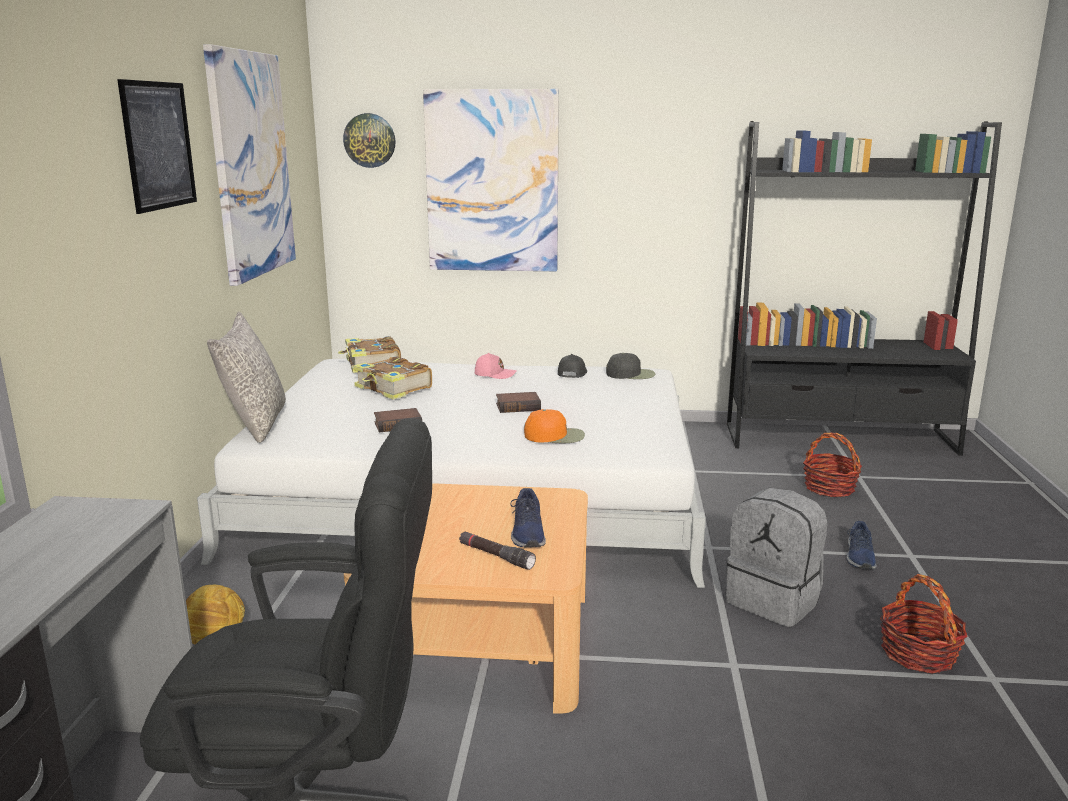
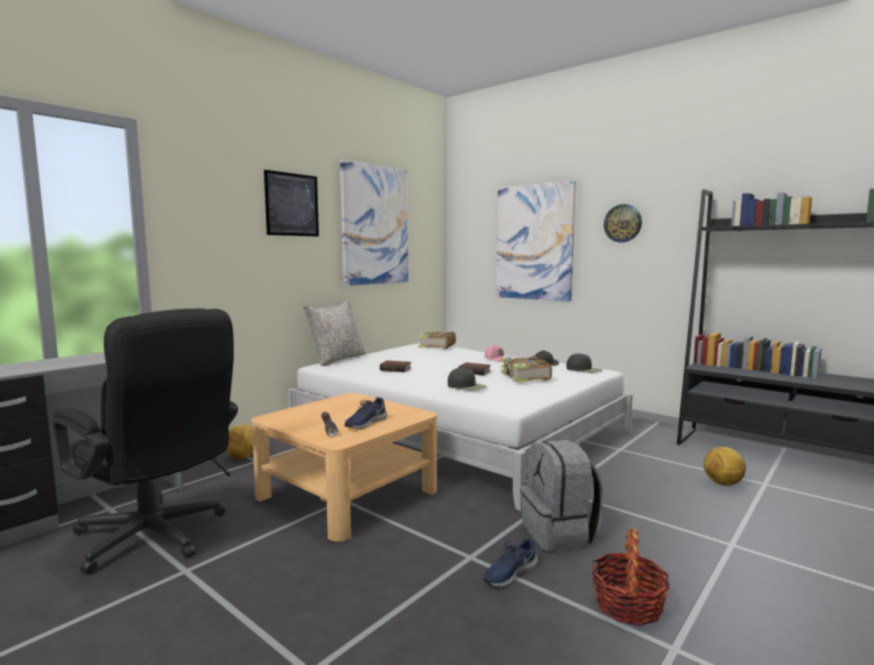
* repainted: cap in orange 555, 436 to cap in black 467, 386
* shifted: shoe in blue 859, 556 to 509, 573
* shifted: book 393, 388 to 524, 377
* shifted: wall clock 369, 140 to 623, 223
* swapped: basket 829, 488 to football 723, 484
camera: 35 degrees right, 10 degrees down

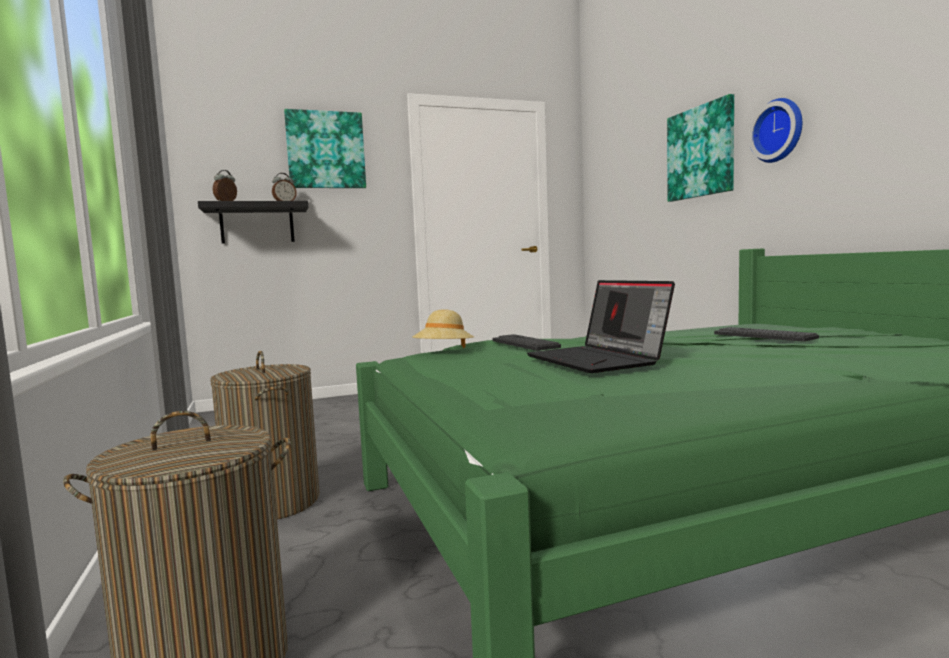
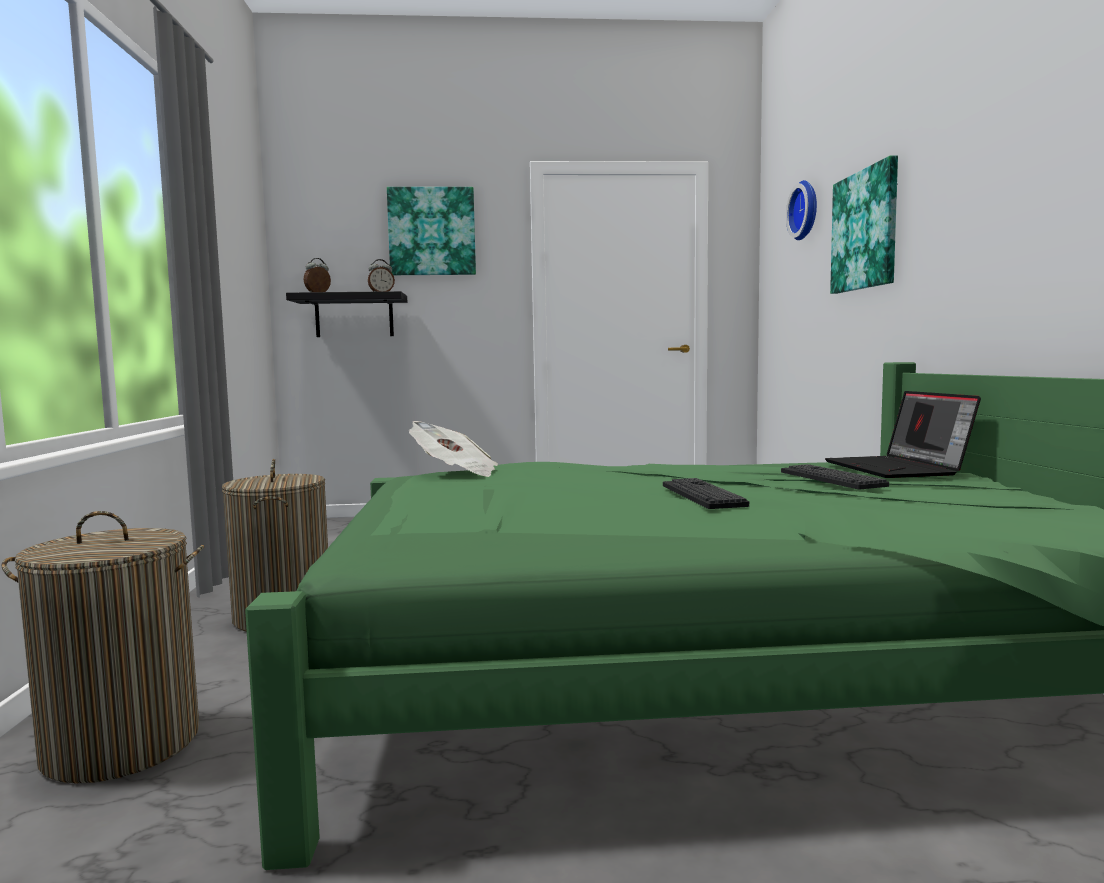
* swapped: hat in beige 444, 352 to newspaper 455, 473
* shifted: keyboard 524, 344 to 702, 495
* shifted: wall clock 779, 131 to 806, 210
* shifted: laptop 598, 360 to 898, 469
camera: 15 degrees right, 0 degrees up

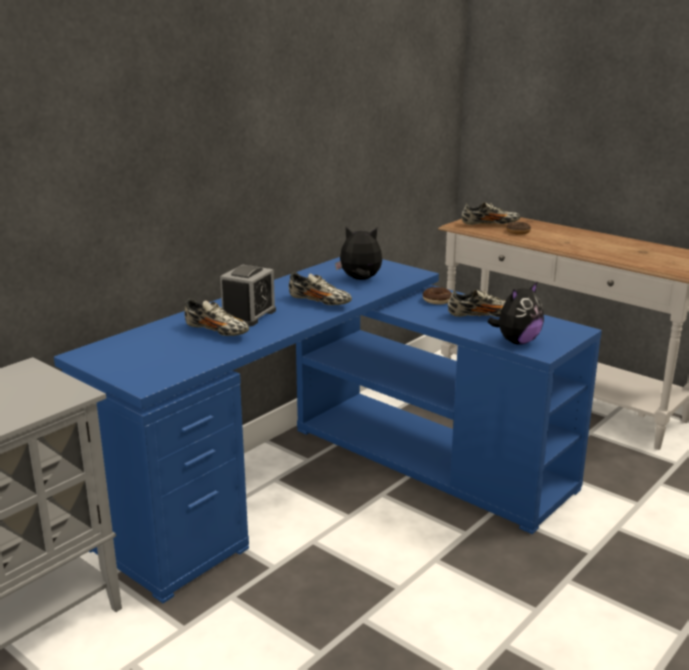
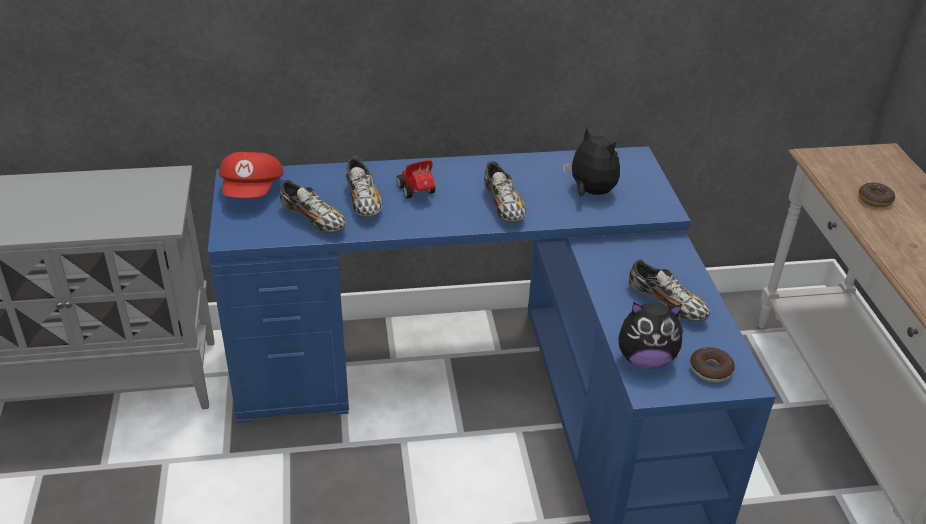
* new: cap in red 253, 191
* shifted: shoe 490, 224 to 314, 220
* swapped: alarm clock 249, 315 to toy car 418, 193
* shifted: donut 437, 300 to 710, 370
camera: 40 degrees right, 15 degrees up

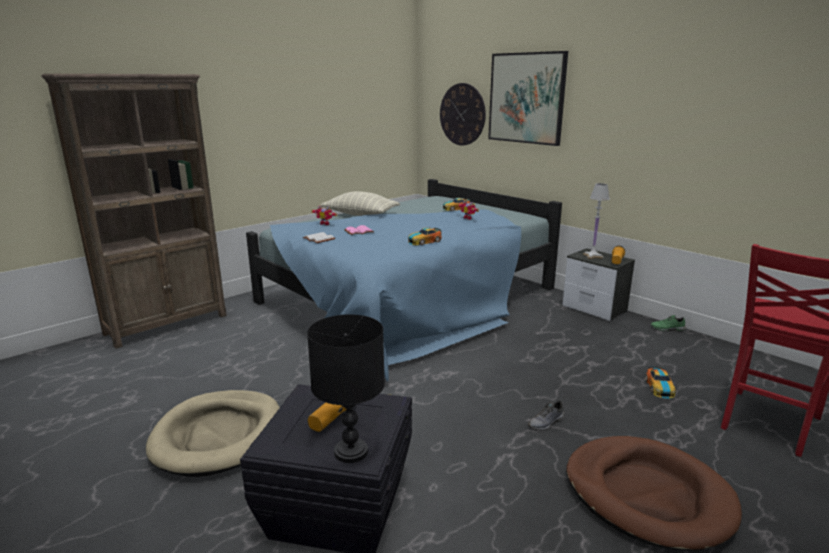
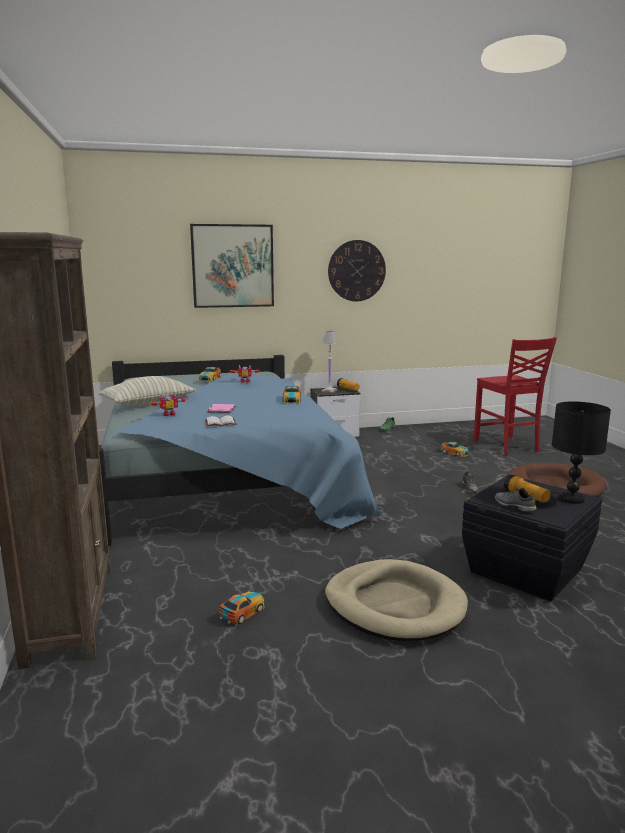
* new: toy car 242, 612
* shifted: wall clock 462, 114 to 356, 271
* new: shoe in grey 513, 506
camera: 60 degrees left, 5 degrees down

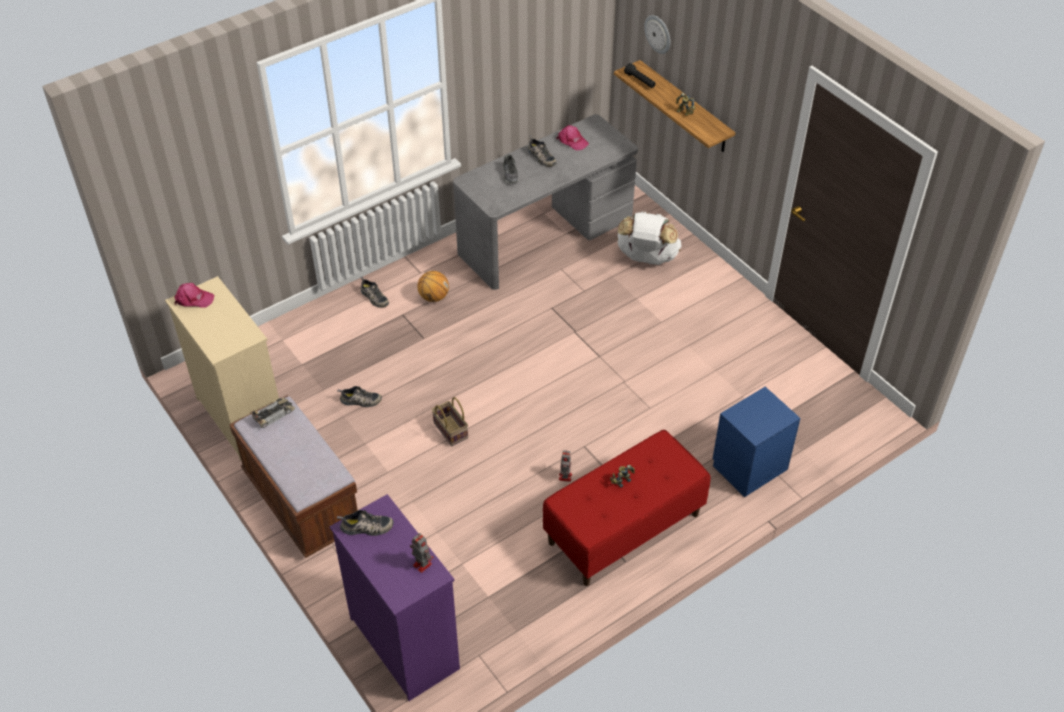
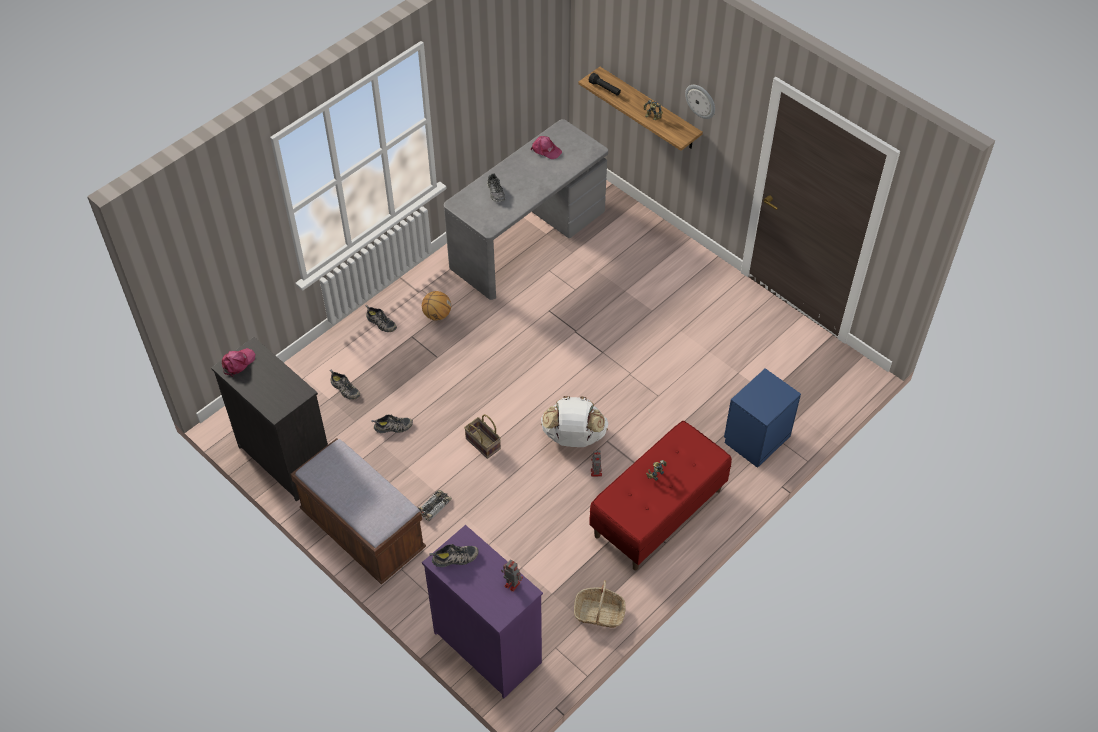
* repainted: dresser in beige 241, 416 to dresser in black 286, 458
* rotated: cap in pink 193, 299 = 238, 363 45 degrees counterclockwise
* shifted: shoe 540, 157 to 344, 389
* shifted: toy car 274, 414 to 434, 506
* shifted: backpack in white 647, 258 to 573, 437
* new: basket 599, 613
* shifted: wall clock 658, 34 to 701, 101
camera: 10 degrees left, 5 degrees up

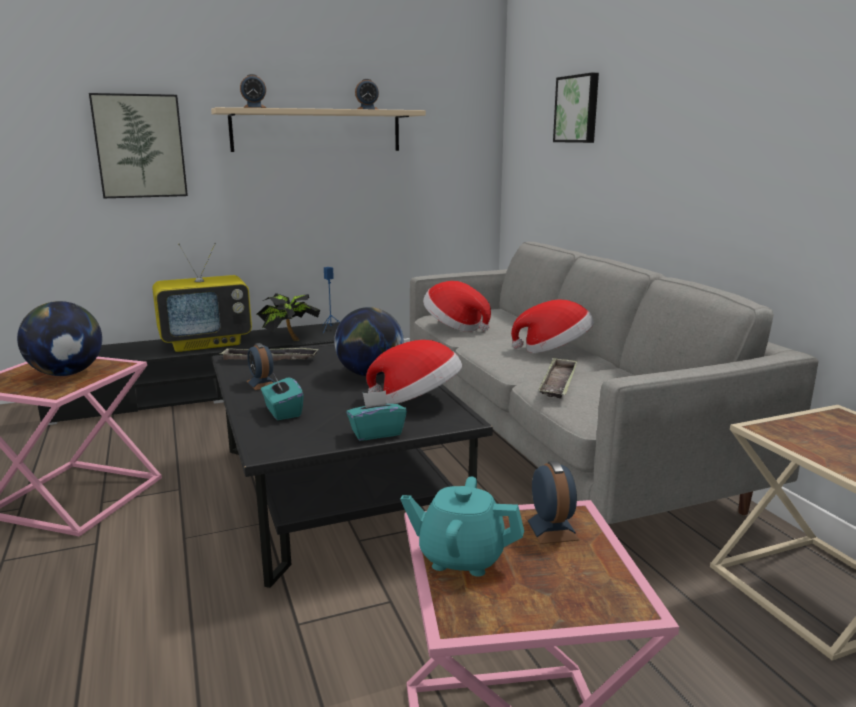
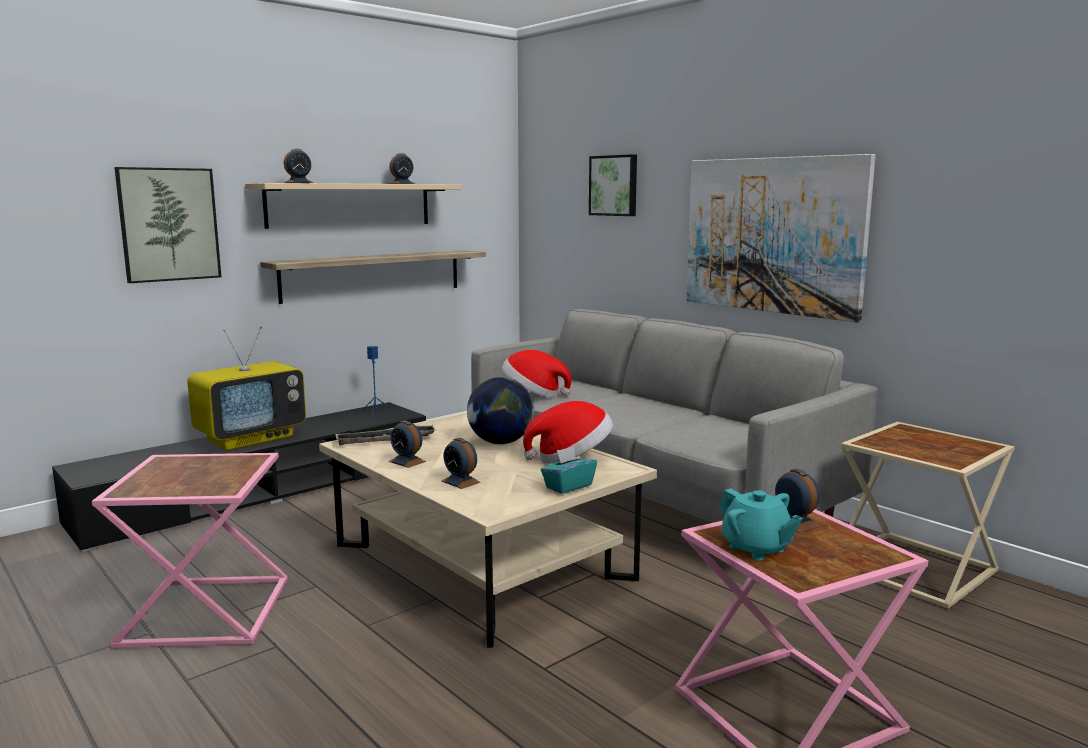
* new: shelf 373, 275
* repainted: coffee table in black 338, 490 to coffee table in beige 481, 562
* swapped: tissue box in turquoise 282, 412 to alarm clock 460, 481
* new: picture 772, 235
* rotated: teapot in turquoise 461, 557 = 756, 548 120 degrees counterclockwise
* gone: globe 67, 374
* gone: potted plant 288, 340
* gone: hat 554, 350
* gone: tray 558, 383
camera: 20 degrees left, 5 degrees down

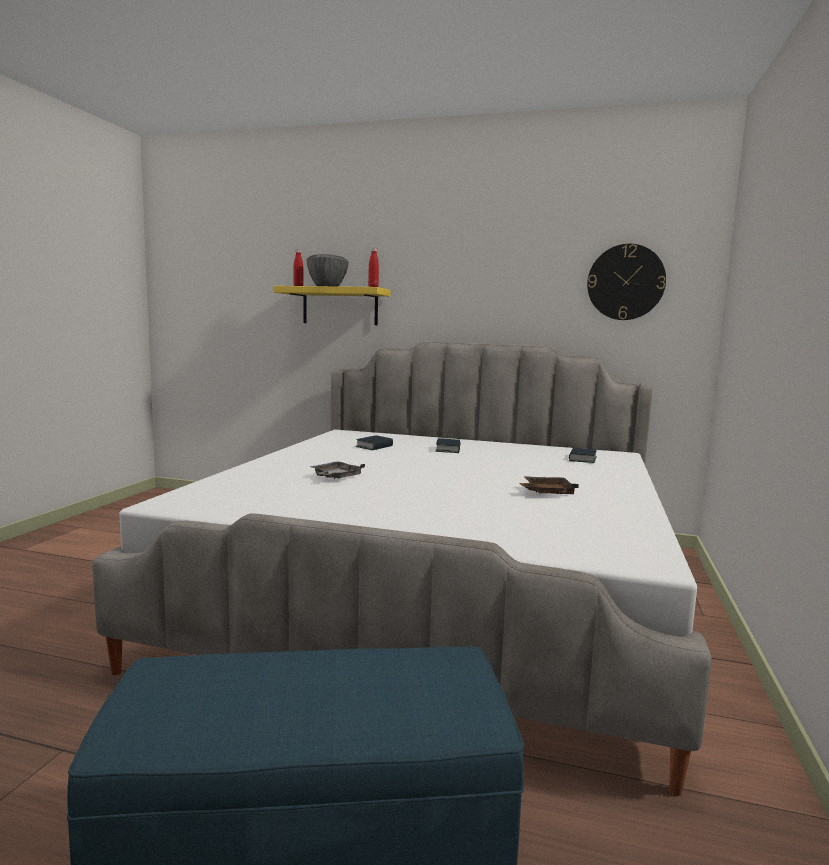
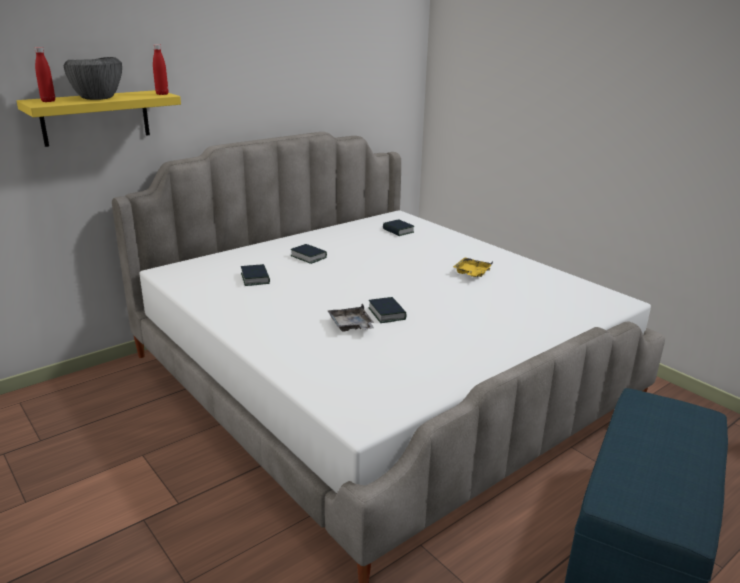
* new: book 387, 314
* repainted: tray in brown 547, 492 to tray in yellow 472, 273
* gone: wall clock 625, 282
camera: 55 degrees left, 15 degrees up

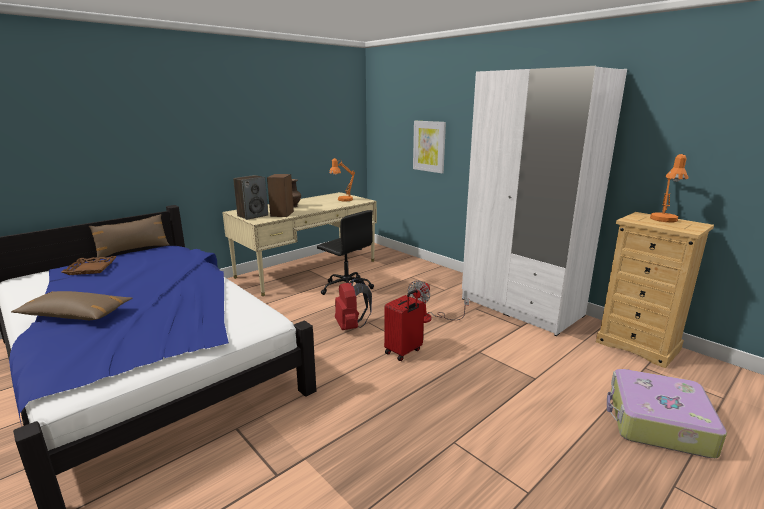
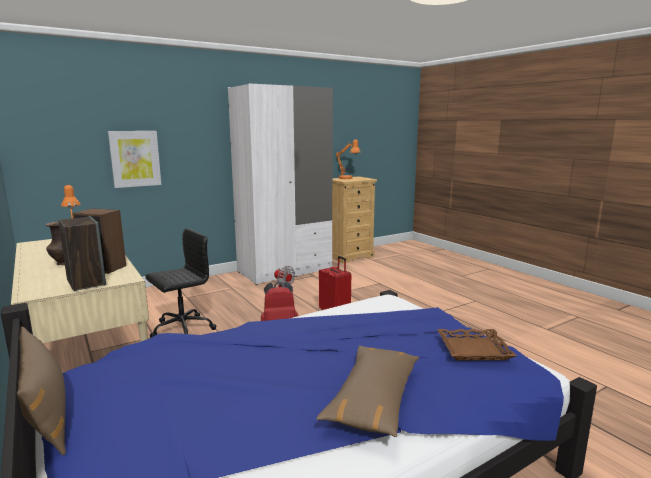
* shifted: tray in brown 90, 268 to 473, 349
* gone: suitcase 657, 422
camera: 80 degrees left, 5 degrees down

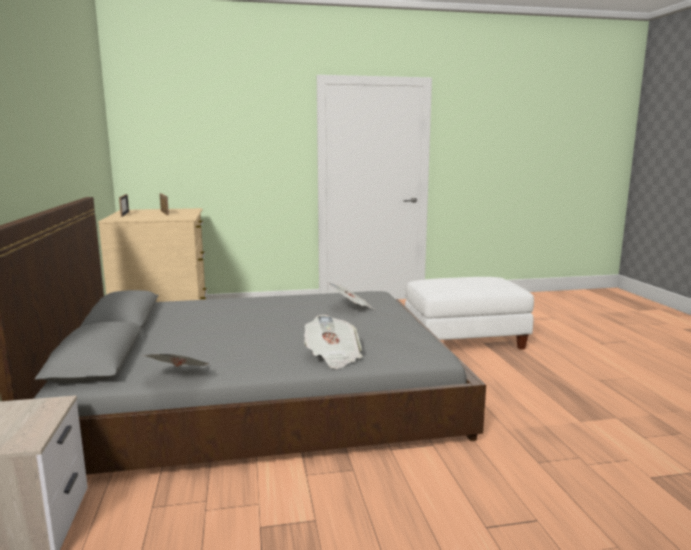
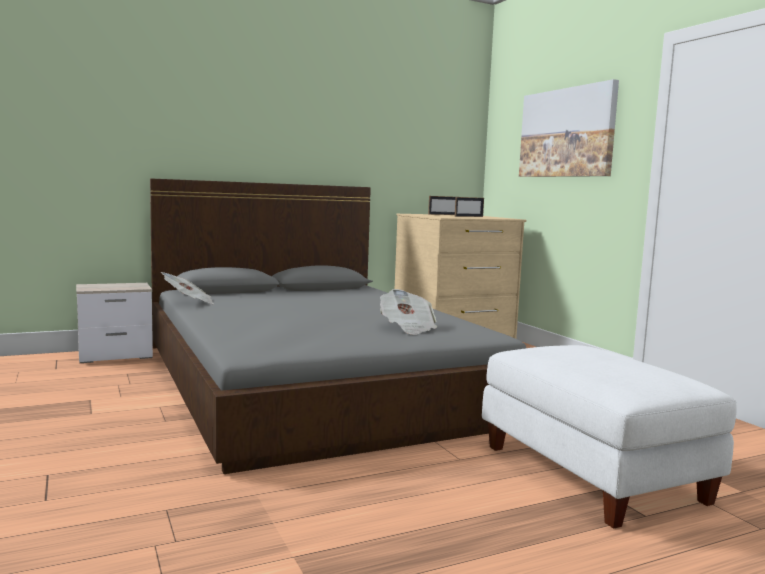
* new: picture 566, 133
* gone: newspaper 333, 357
camera: 75 degrees right, 5 degrees down

